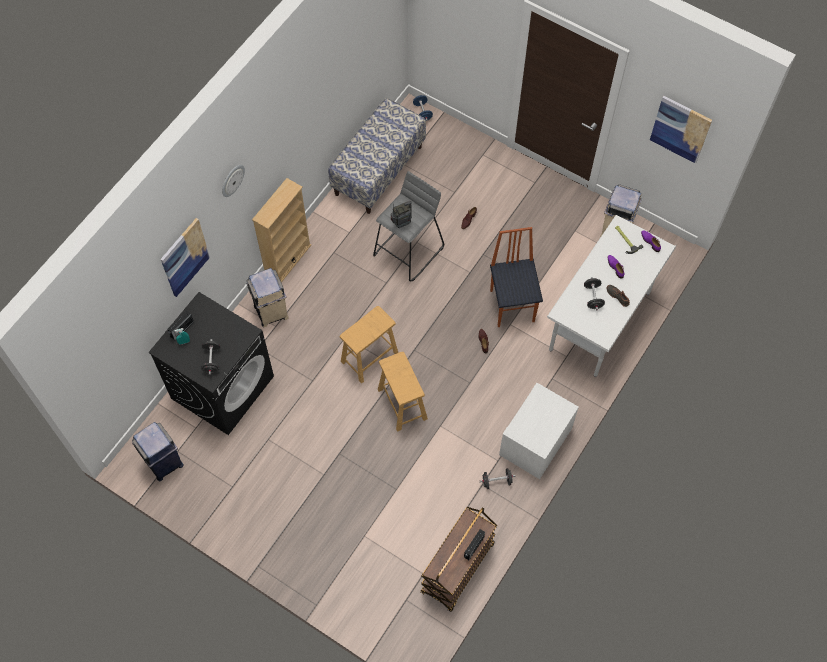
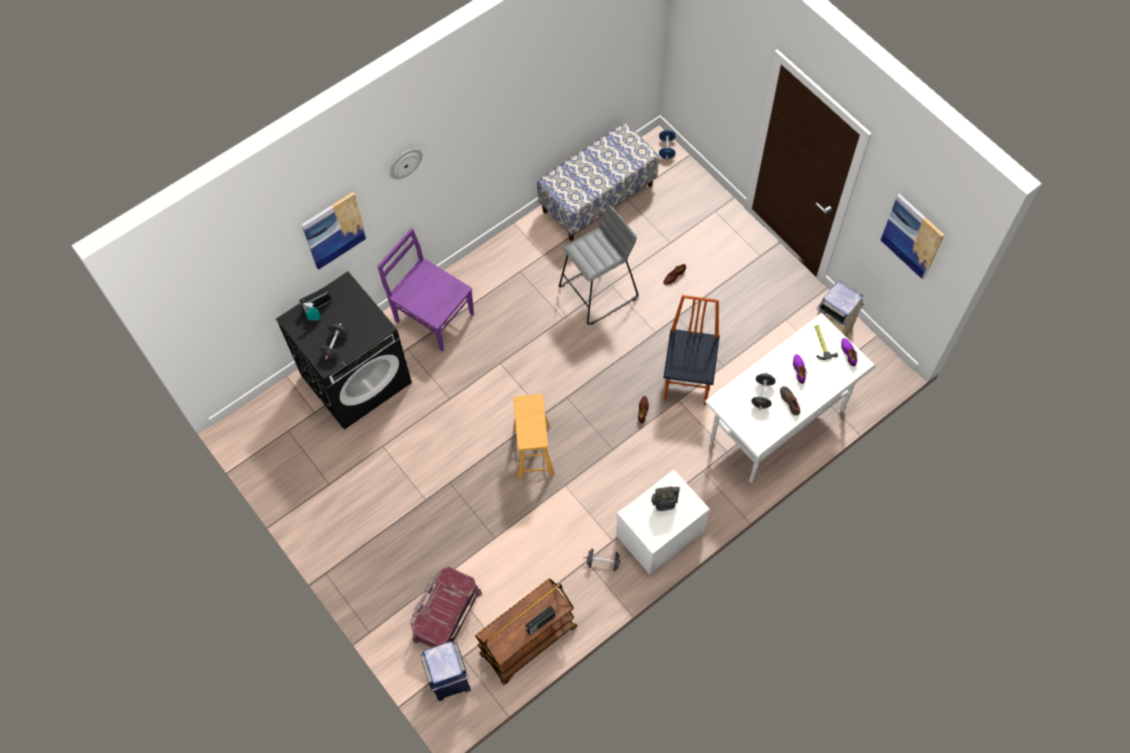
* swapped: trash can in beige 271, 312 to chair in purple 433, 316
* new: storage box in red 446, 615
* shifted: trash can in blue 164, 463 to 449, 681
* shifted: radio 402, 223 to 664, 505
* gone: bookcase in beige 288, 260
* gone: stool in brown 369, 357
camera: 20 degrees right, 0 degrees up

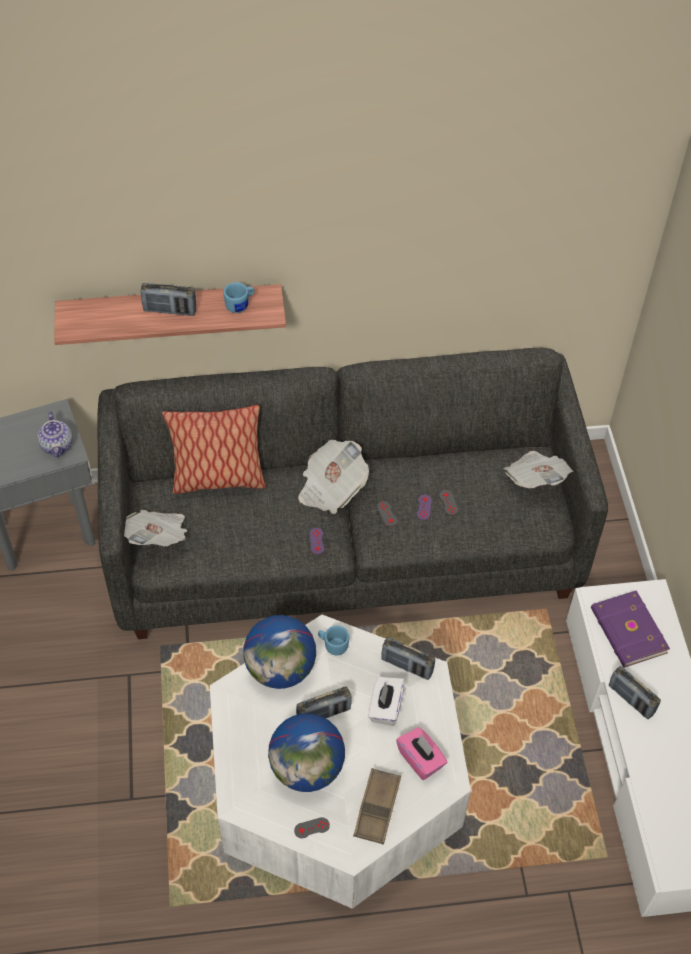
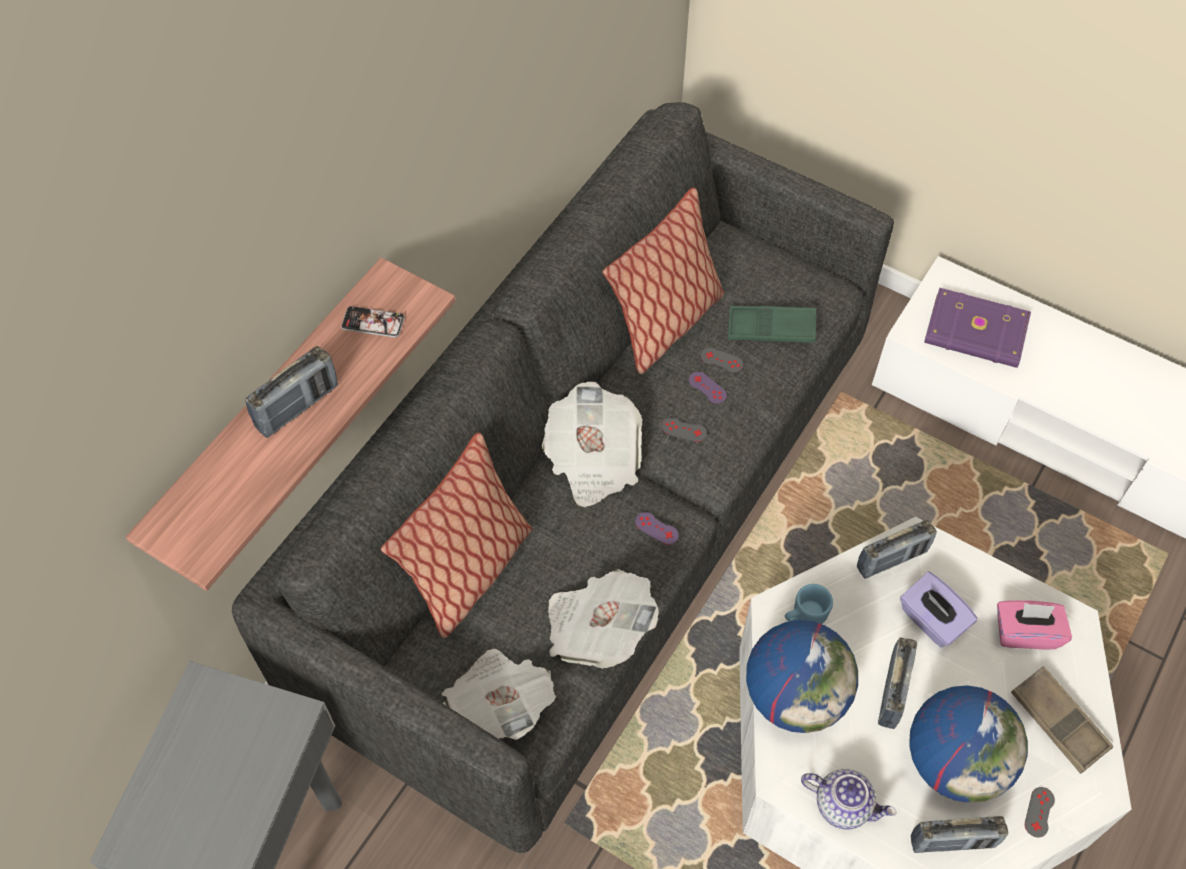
* swapped: mug in blue 240, 305 to phone 373, 322
* shifted: newspaper 536, 479 to 598, 629
* new: pillow 665, 324
* new: tray in green 771, 328
* shifted: teapot 57, 445 to 843, 804
* repainted: tissue box in white 385, 708 to tissue box in purple 931, 620
* shifted: radio 631, 700 to 952, 842
camera: 50 degrees left, 5 degrees up

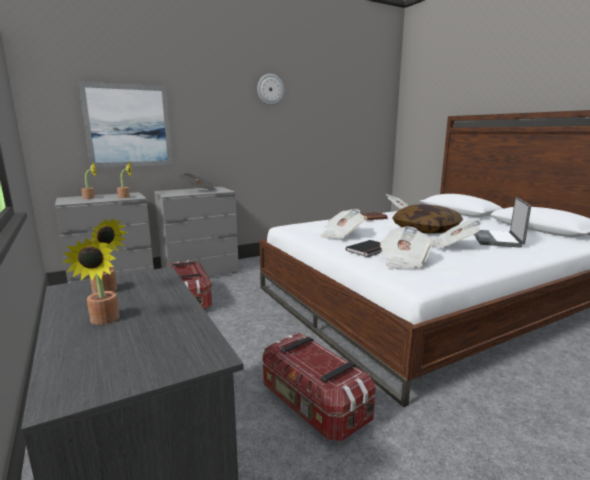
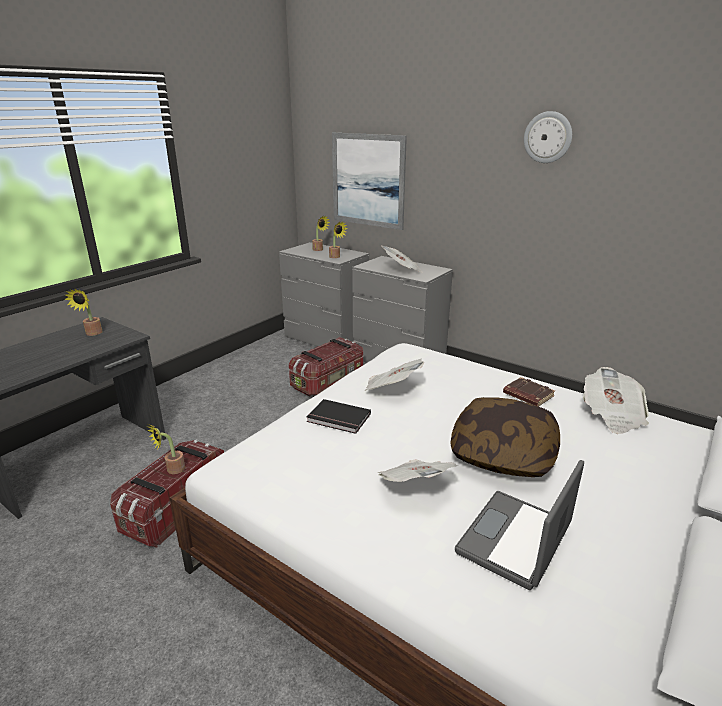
* shifted: potted plant 103, 321 to 172, 470
* rotated: laptop 497, 239 = 516, 540 45 degrees counterclockwise
* gone: newspaper 403, 261
camera: 65 degrees right, 10 degrees up

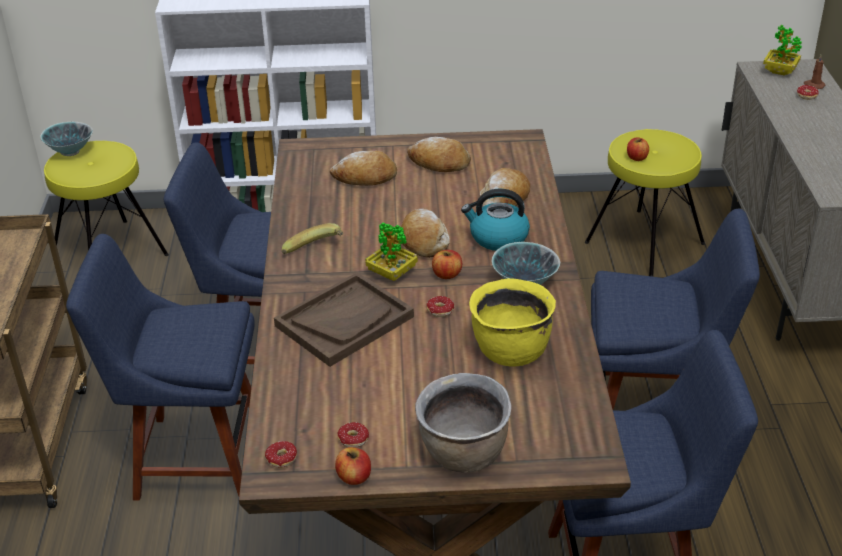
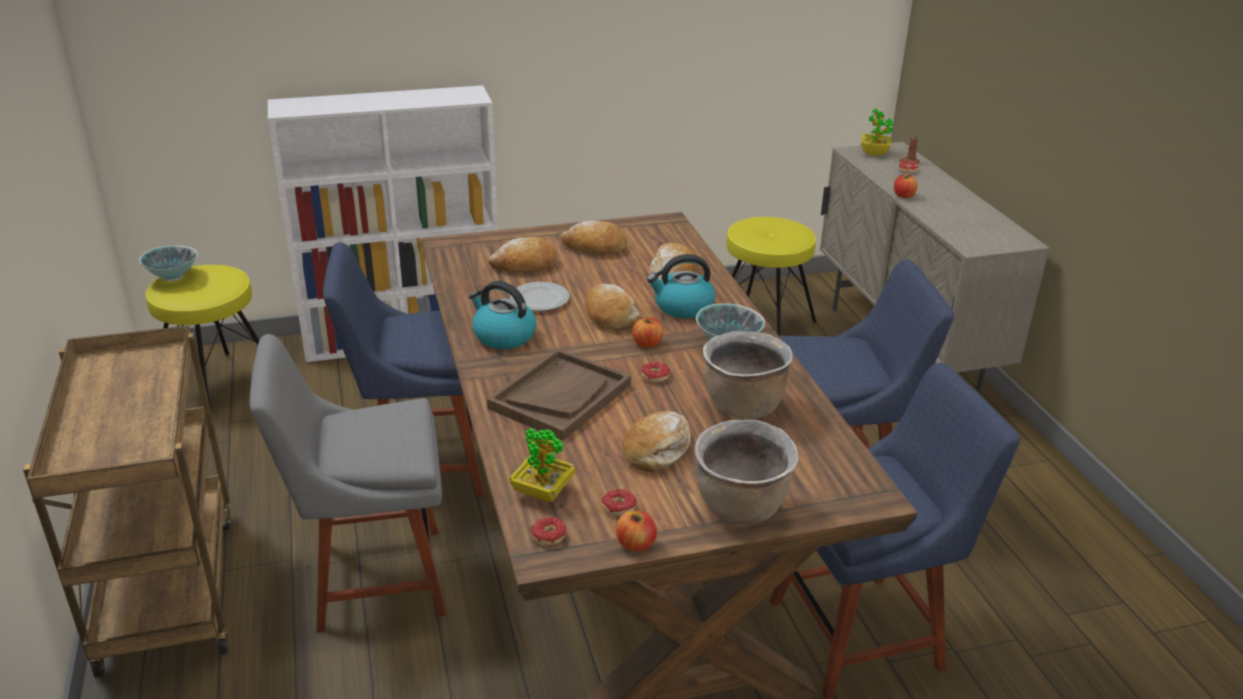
* repainted: chair in blue 192, 457 to chair in grey 371, 579
* swapped: banana 316, 252 to kettle 503, 336
* new: plate 539, 300
* shifted: potted plant 392, 274 to 543, 492
* new: bread 657, 449
* repainted: cooking pot in yellow 510, 351 to cooking pot in brown 742, 406
* shifted: apple 636, 158 to 903, 195
camera: 15 degrees left, 5 degrees down

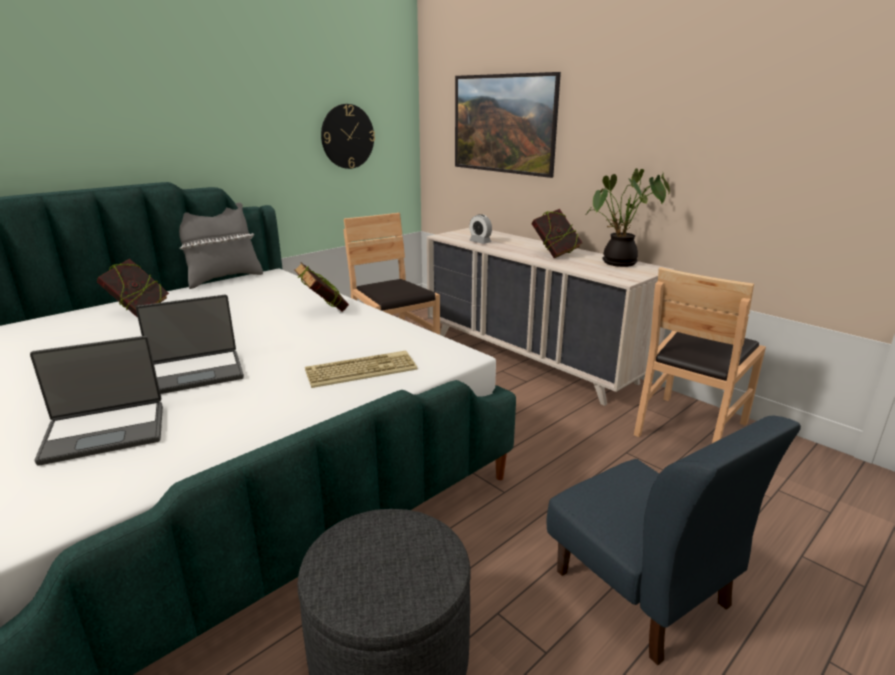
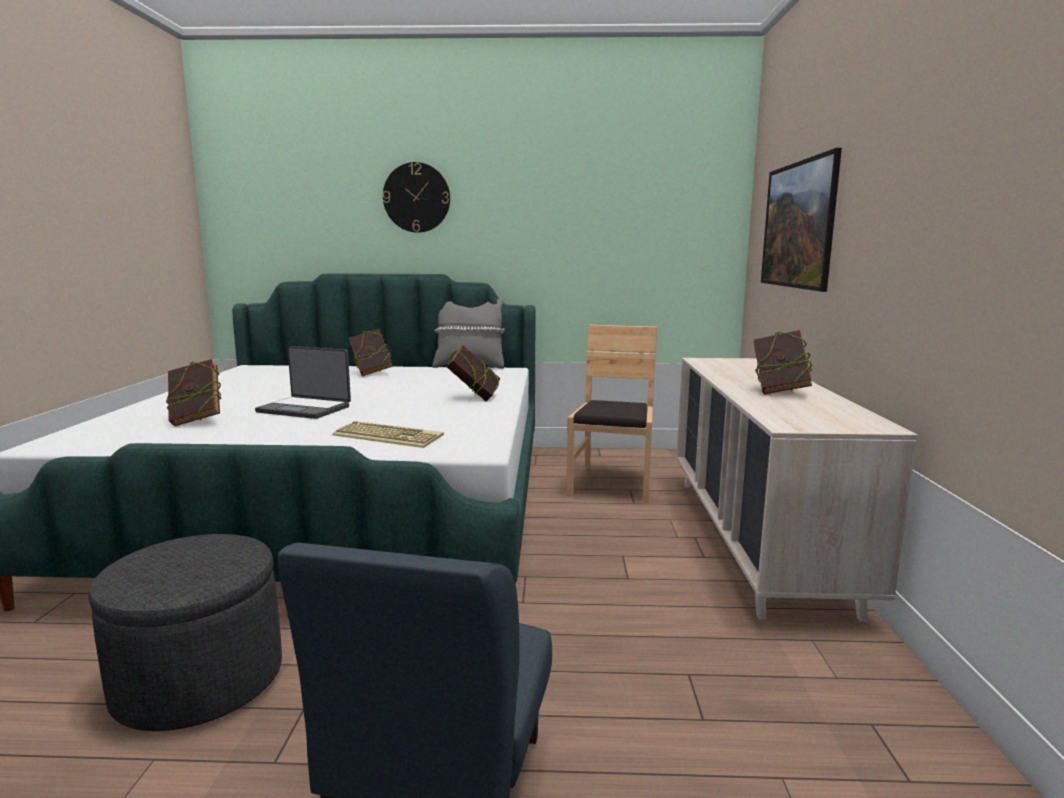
* swapped: laptop 106, 432 to book 197, 421
* shifted: wall clock 347, 136 to 416, 197
* gone: alarm clock 480, 242
* gone: potted plant 618, 263
* gone: chair in brown 689, 427
camera: 45 degrees right, 10 degrees down

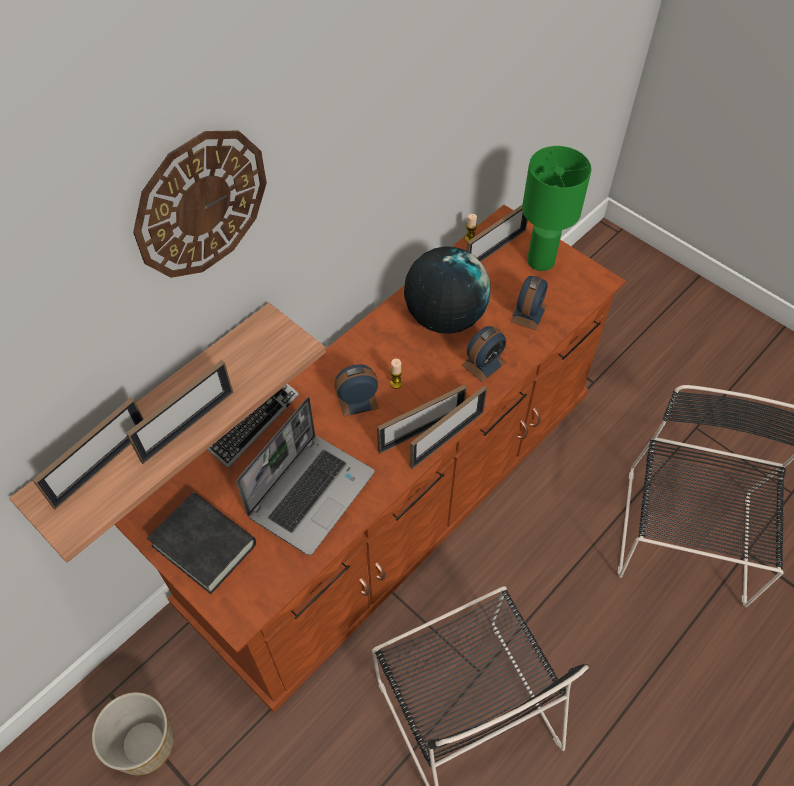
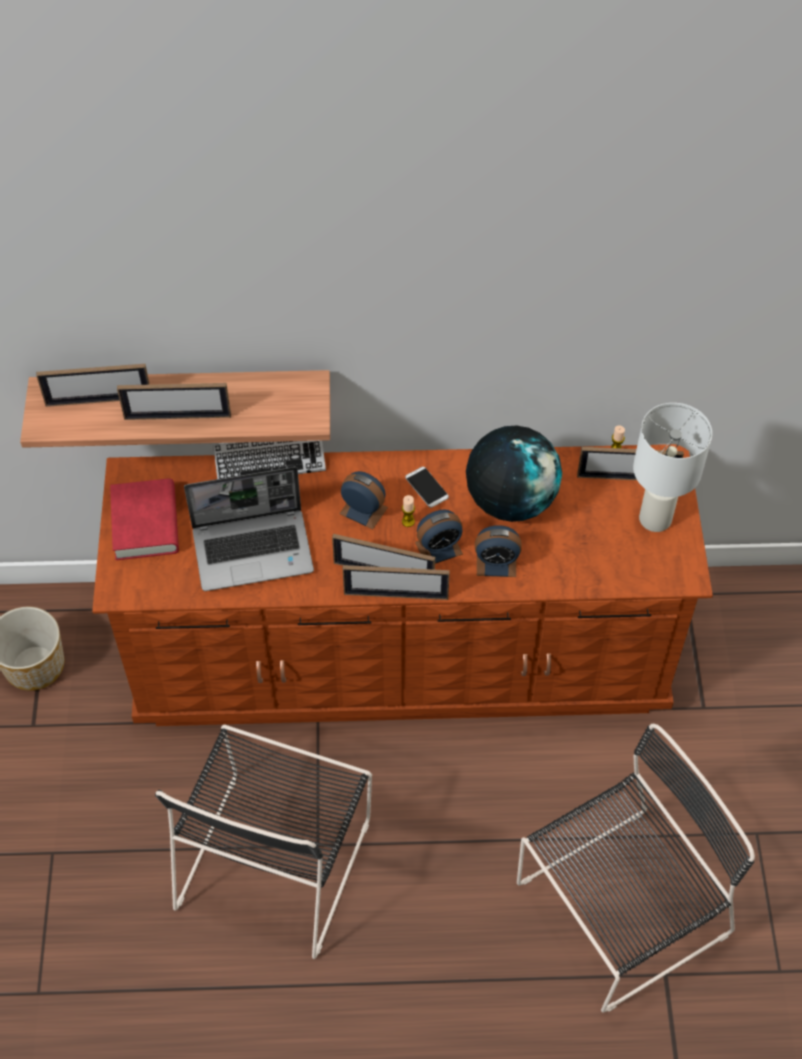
* repainted: book in black 204, 545 to book in red 145, 524
* new: phone 426, 487
* shifted: alarm clock 528, 313 to 438, 548
* repainted: table lamp in green 540, 260 to table lamp in white 655, 518
* gone: wall clock 201, 204
camera: 45 degrees right, 0 degrees up

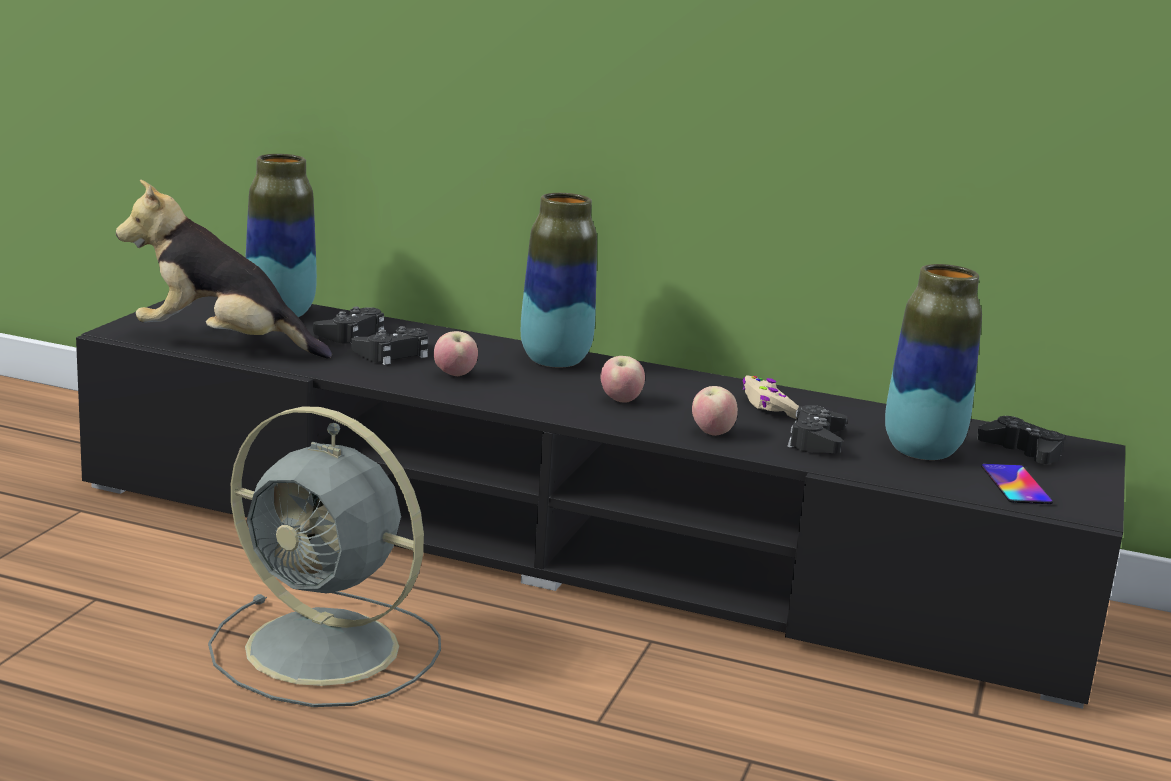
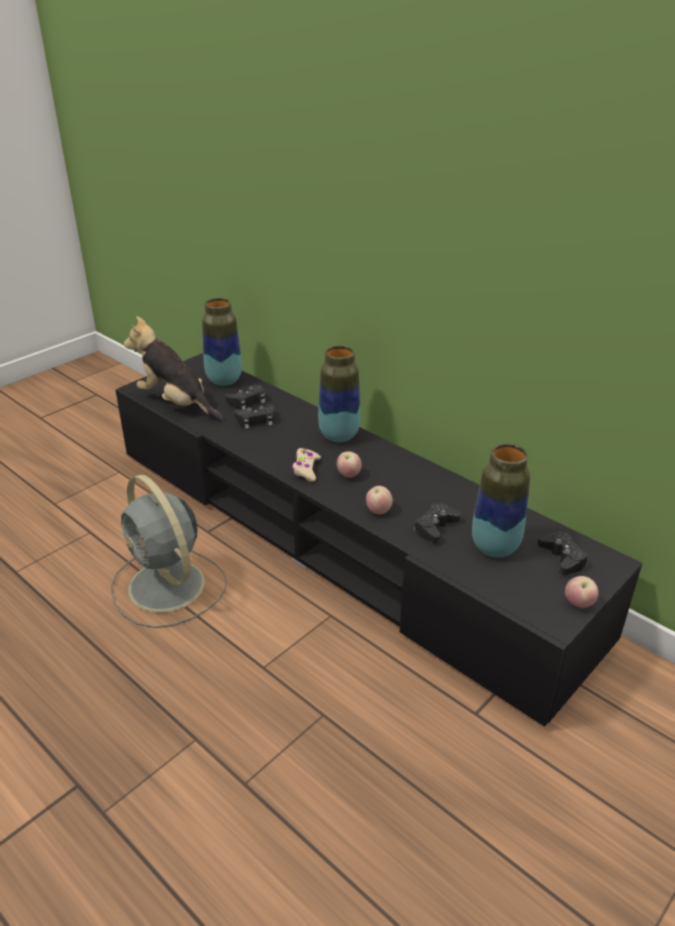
* shifted: game controller in beige 770, 407 to 306, 469
* shifted: apple 455, 375 to 578, 604
* gone: phone 1015, 485
camera: 25 degrees right, 15 degrees up

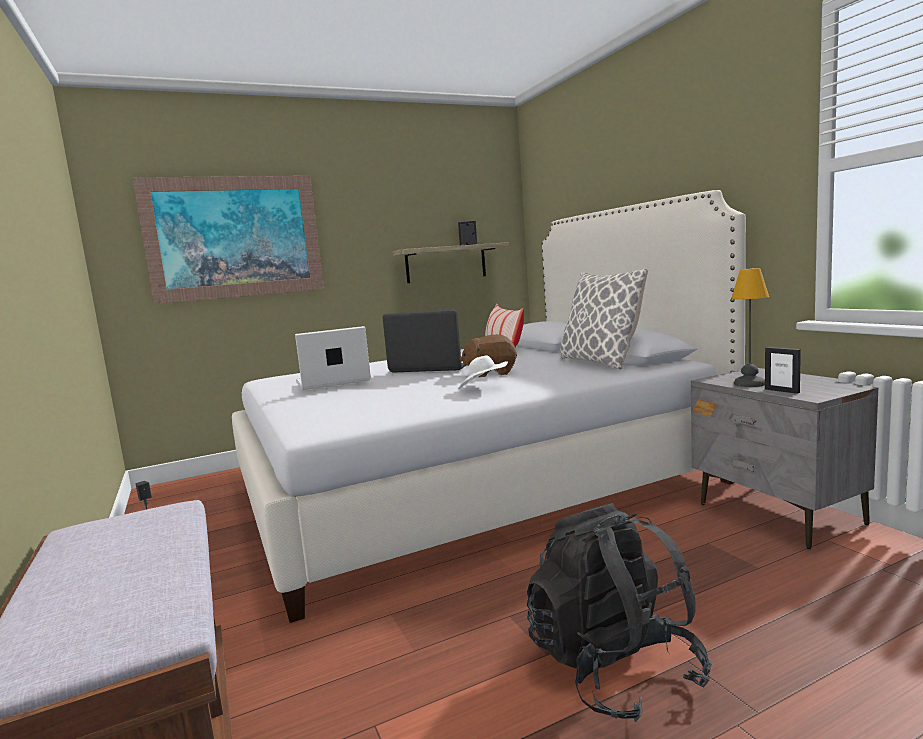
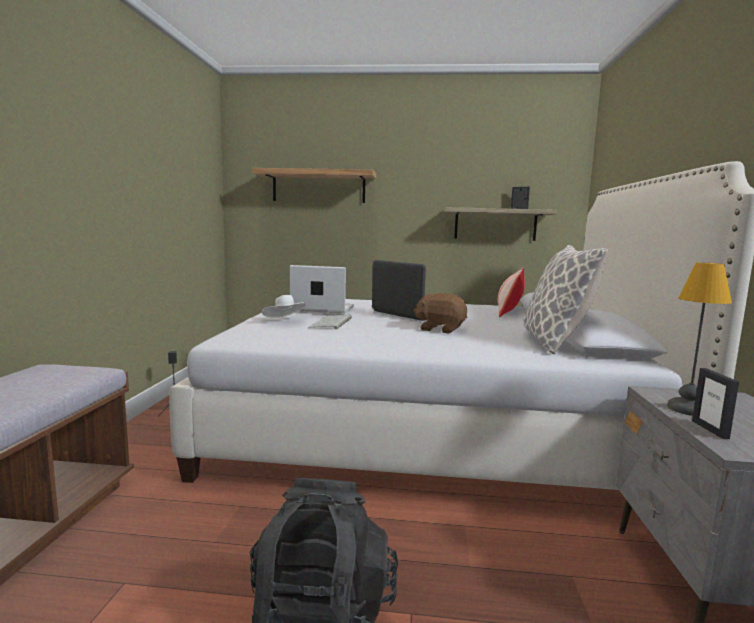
* swapped: picture 235, 237 to shelf 318, 187
* shifted: hat in white 483, 388 to 285, 321
* new: keyboard 332, 323
camera: 30 degrees right, 0 degrees up

